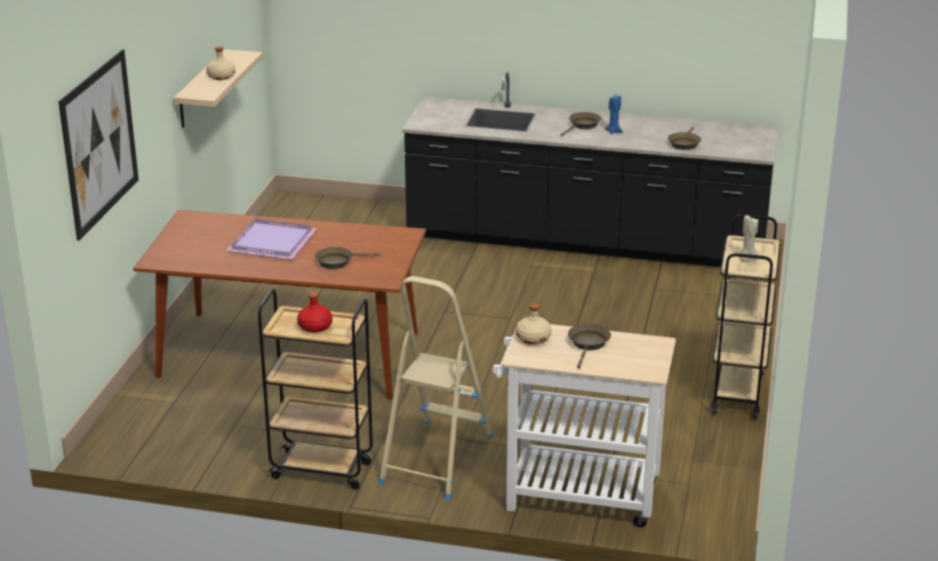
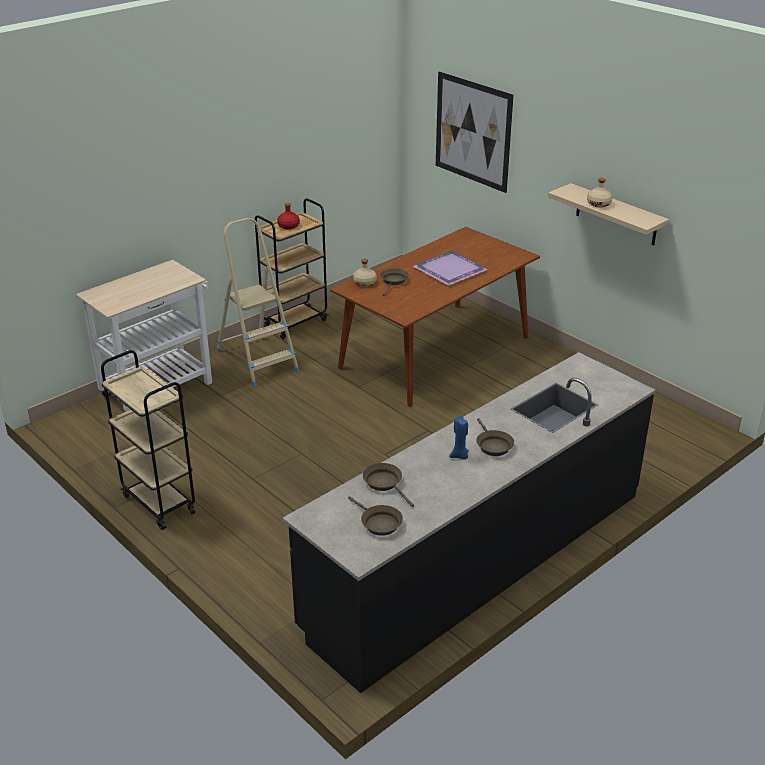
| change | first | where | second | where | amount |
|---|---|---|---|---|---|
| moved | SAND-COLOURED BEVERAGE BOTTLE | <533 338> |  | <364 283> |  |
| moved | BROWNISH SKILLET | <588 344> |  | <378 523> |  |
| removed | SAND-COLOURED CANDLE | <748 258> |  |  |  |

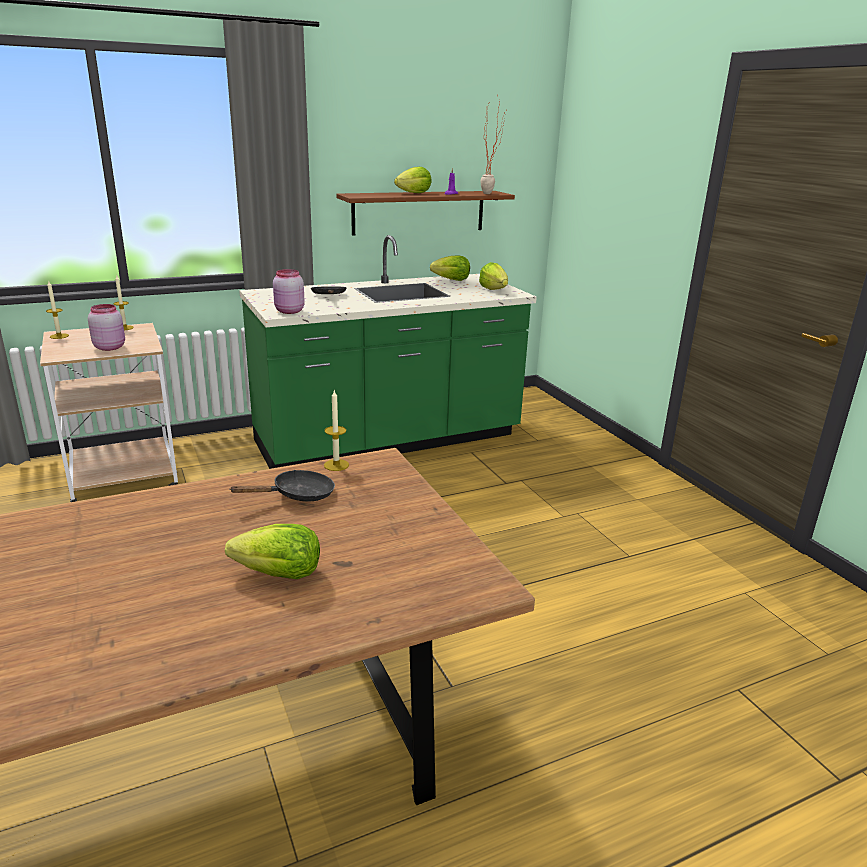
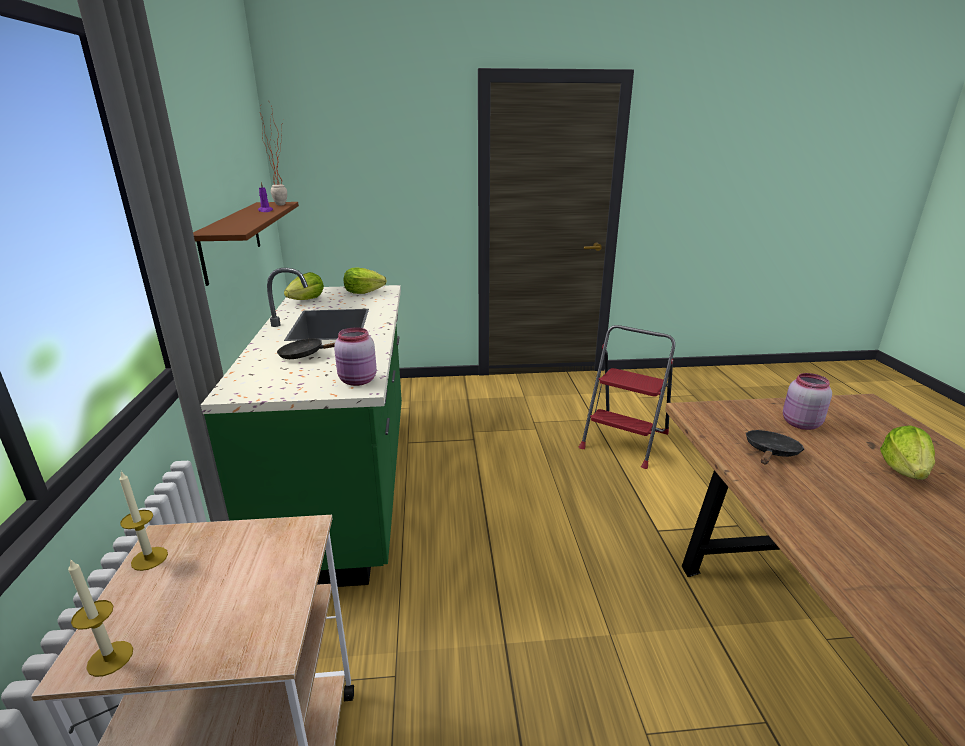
| change | first | where | second | where | amount |
|---|---|---|---|---|---|
| moved | PINKISH JAR | <109 347> |  | <799 424> |  |
| turned | BLACK SKILLET | <297 495> |  | <770 453> | 45 degrees clockwise |
| removed | CANDLE | <336 465> |  |  |  |
| removed | HEAD OF LETTUCE | <414 193> |  |  |  |
| added |  |  | REDDISH STEP STOOL | <626 439> |  |

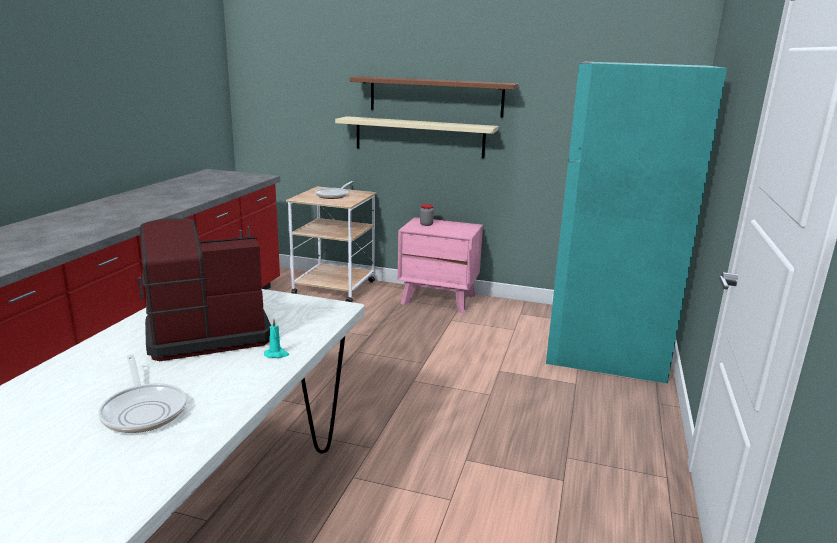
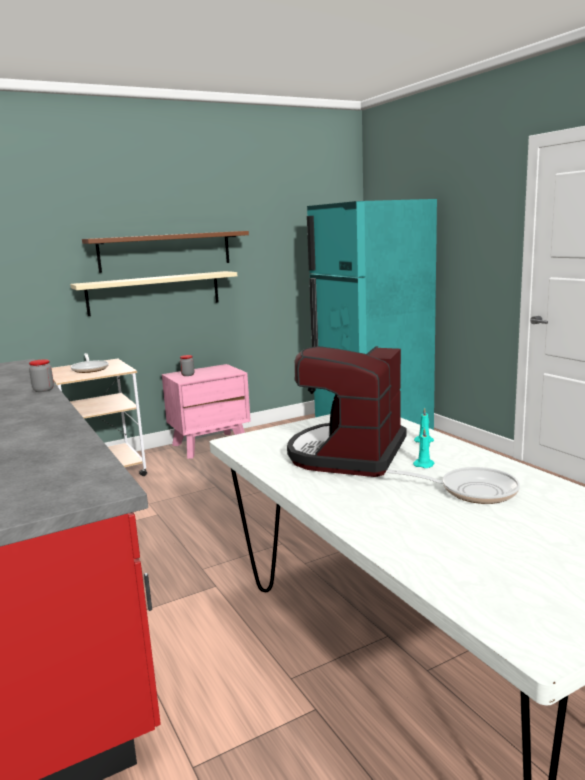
| change | first | where | second | where | amount |
|---|---|---|---|---|---|
| added |  |  | JAR | <43 390> |  |
| added |  |  | TURQUOISE CANDLE | <424 464> |  |

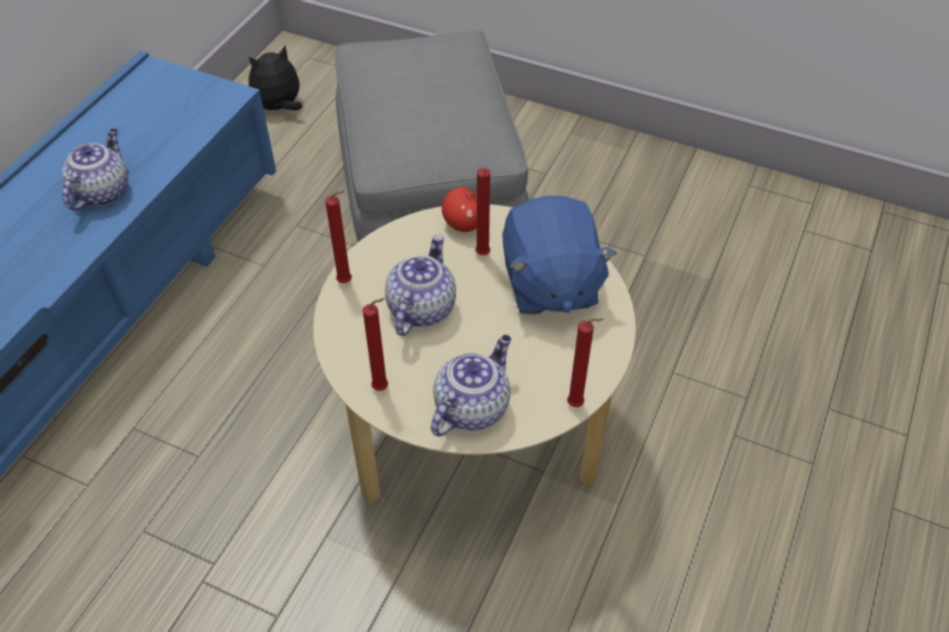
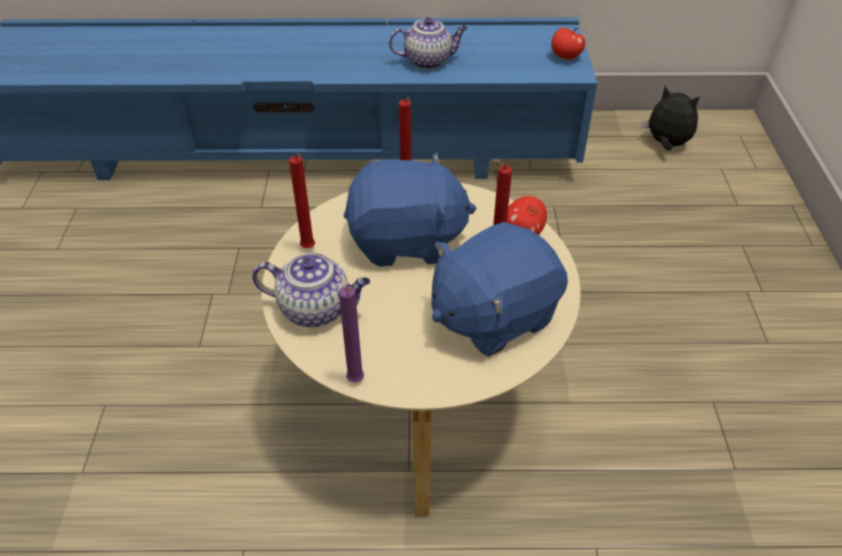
| change | first | where | second | where | amount |
|---|---|---|---|---|---|
| removed | GRAY POUFFE | <427 192> |  |  |  |
| replaced | POT FOR TEA | <420 308> | BLUE-COLOURED CUDDLY TOY | <407 241> |  |
| recoloured | REDDISH CANDLE | <578 405> | PURPLE CANDLE | <355 382> |  |
| added |  |  | WHOLE APPLE | <565 57> |  |

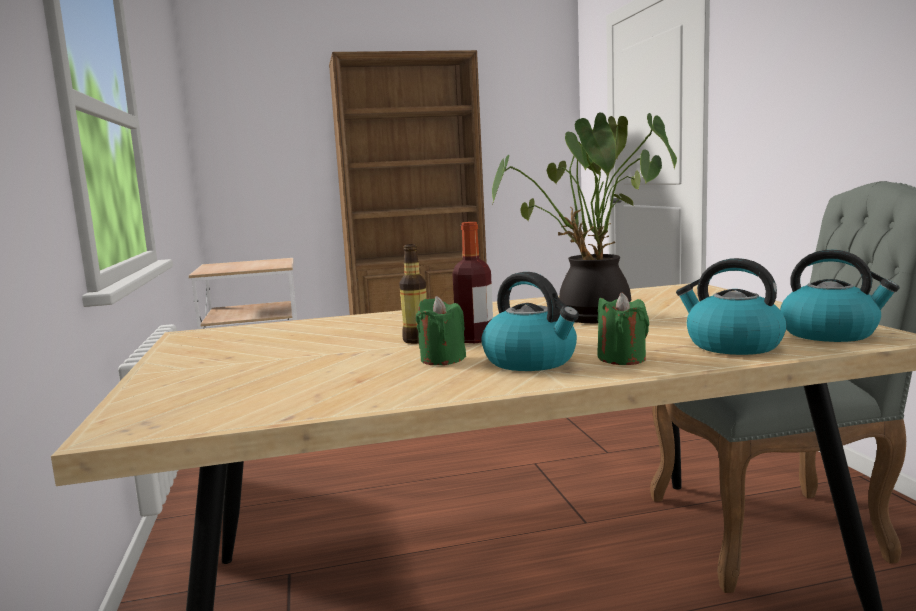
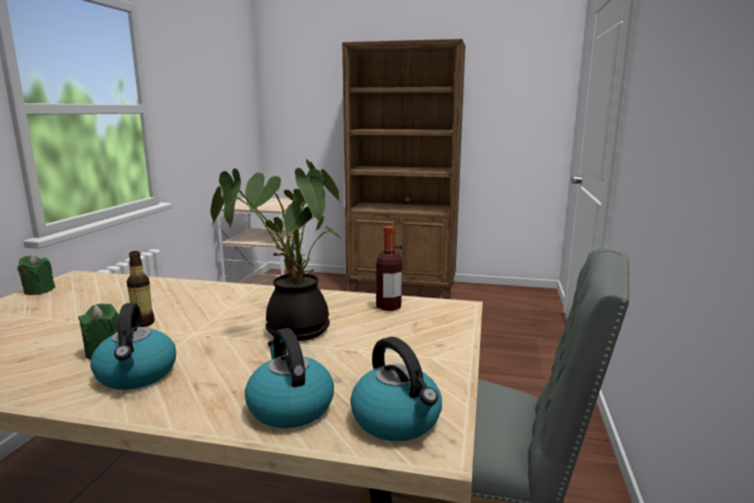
| change | first | where | second | where | amount |
|---|---|---|---|---|---|
| moved | BEVERAGE BOTTLE | <475 339> |  | <388 307> |  |
| moved | GREEN CANDLE | <622 359> |  | <39 290> |  |

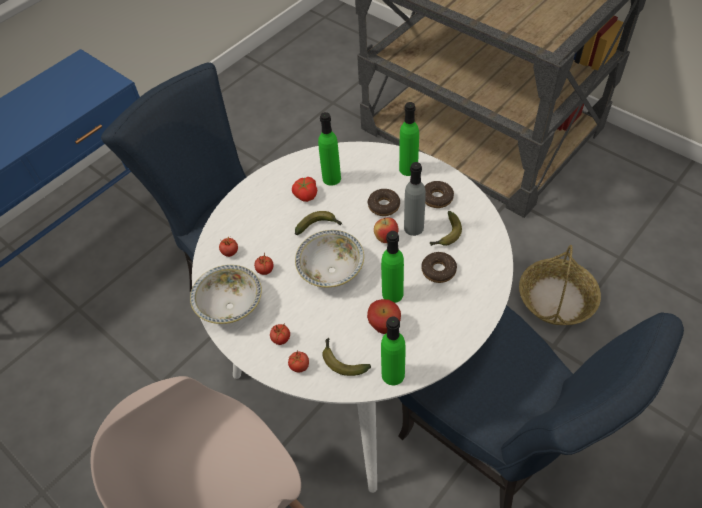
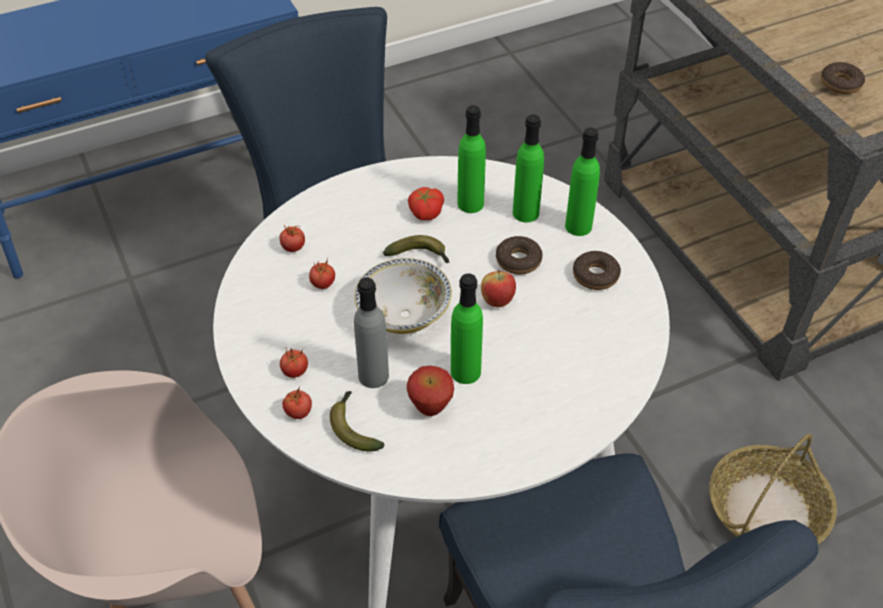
| change | first | where | second | where | amount |
|---|---|---|---|---|---|
| removed | BOWL | <230 306> |  |  |  |
| moved | GREEN BEVERAGE BOTTLE | <393 374> |  | <525 213> |  |
| moved | GRAY BEVERAGE BOTTLE | <413 227> |  | <373 376> |  |
| moved | RING DOUGHNUT | <438 270> |  | <840 84> |  |
| removed | BANANA | <446 235> |  |  |  |

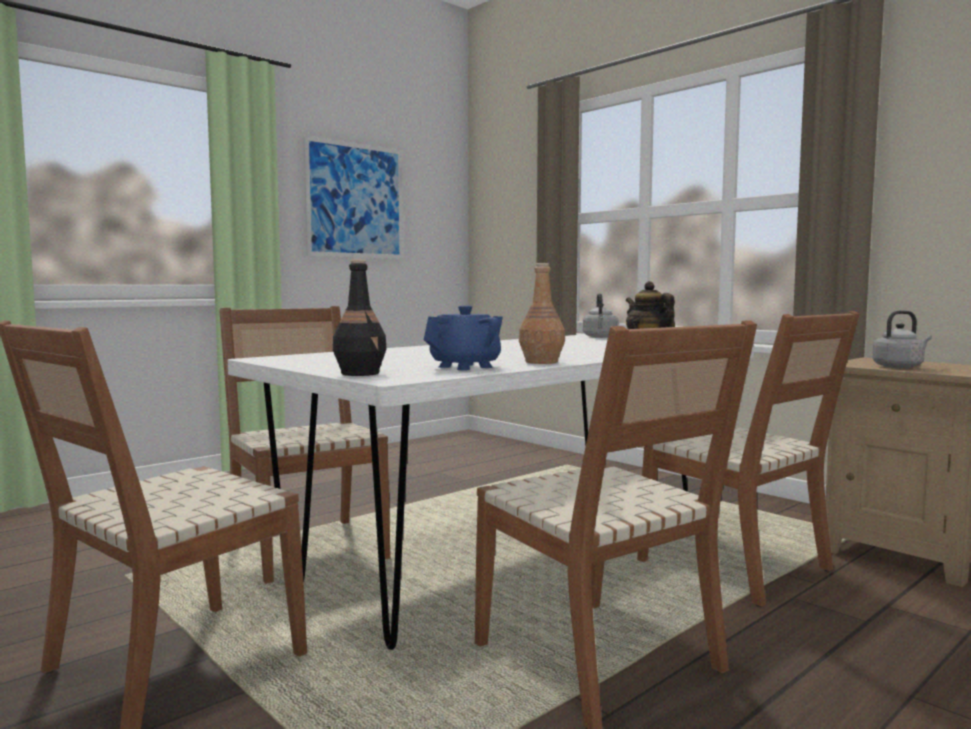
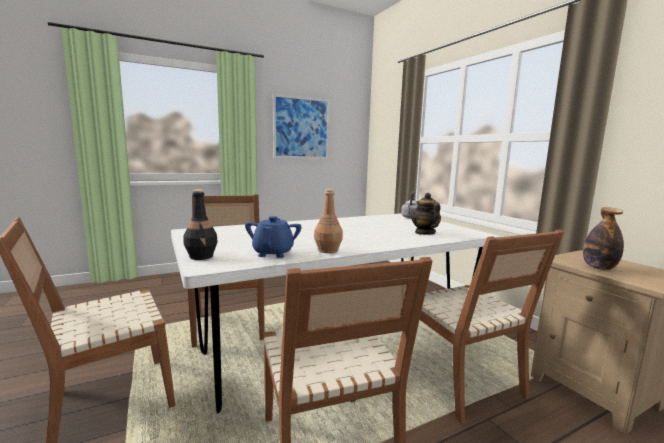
| change | first | where | second | where | amount |
|---|---|---|---|---|---|
| turned | BLUE-COLOURED POT FOR TEA | <466 367> |  | <273 253> | 60 degrees counterclockwise |
| replaced | GRAY KETTLE | <899 367> | BEVERAGE BOTTLE | <599 267> |  |

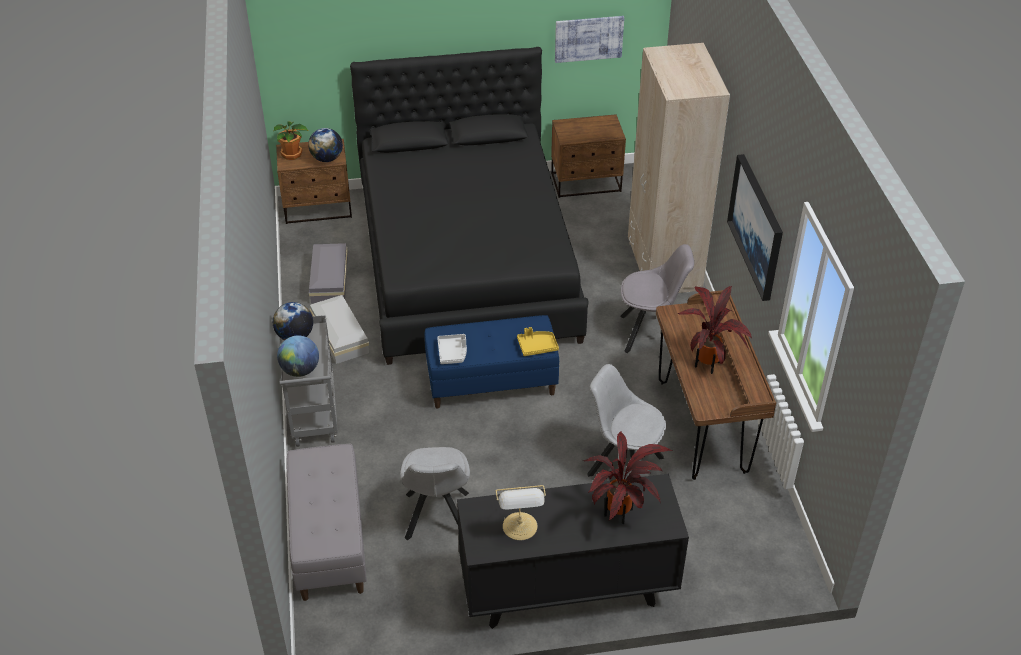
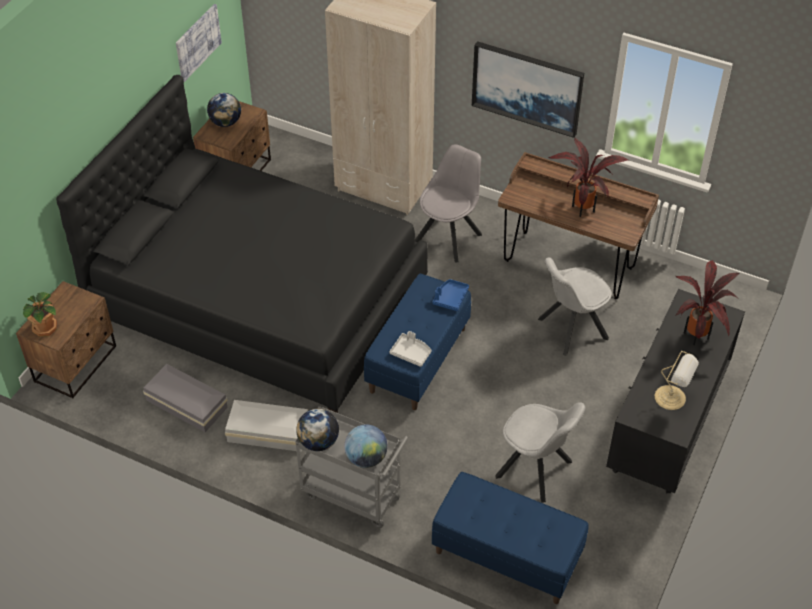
| change | first | where | second | where | amount |
|---|---|---|---|---|---|
| recoloured | GRAY INDOOR BENCH | <328 541> | BLUE-COLOURED INDOOR BENCH | <506 556> |  |
| moved | GLOBE | <327 159> |  | <226 122> |  |
| recoloured | YELLOW TRAY | <537 346> | BLUE-COLOURED TRAY | <450 298> |  |

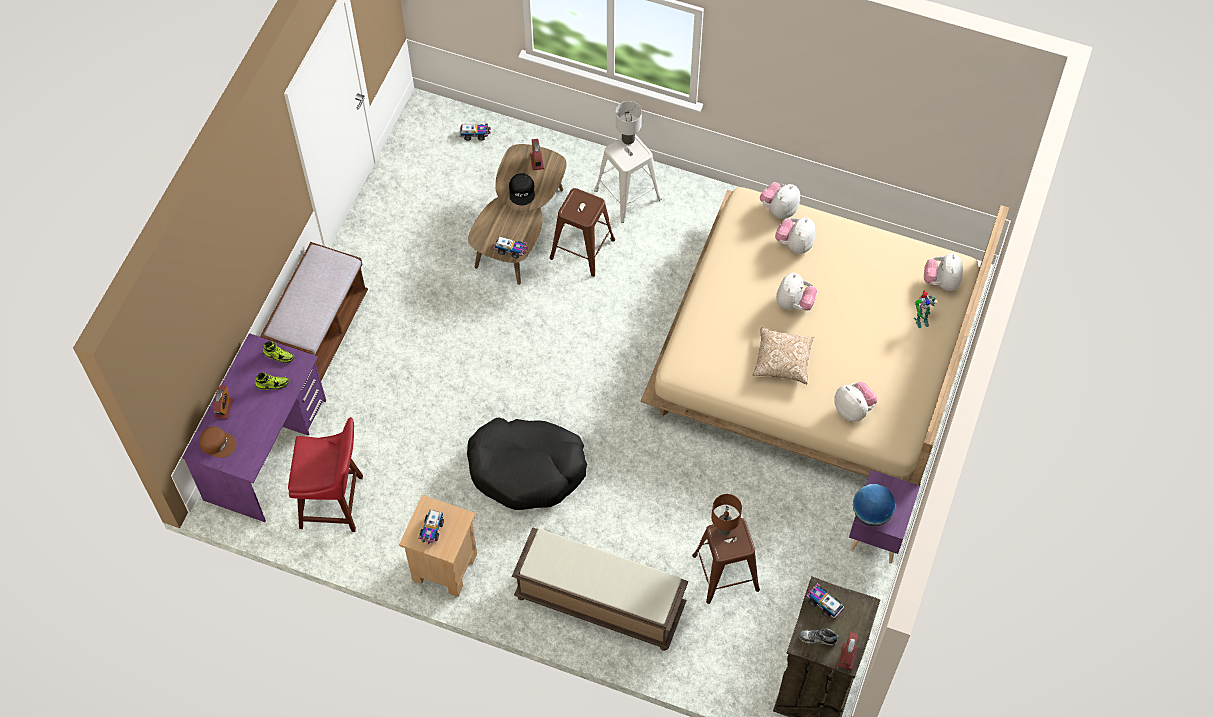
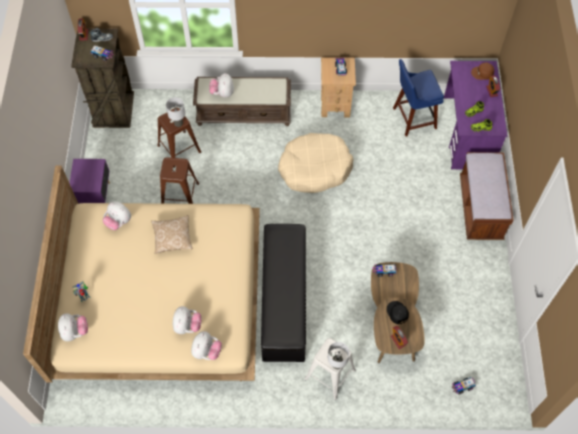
| change | first | where | second | where | amount |
|---|---|---|---|---|---|
| recoloured | REDDISH CHAIR | <335 502> | BLUE-COLOURED CHAIR | <412 118> |  |
| recoloured | BLACK PET BED | <526 469> | SAND-COLOURED PET BED | <314 168> |  |
| moved | BROWNISH STOOL SEAT | <582 249> |  | <180 195> |  |
| recoloured | BROWNISH LAMP FOR A TABLE | <725 530> | WHITISH LAMP FOR A TABLE | <178 123> |  |
| moved | CUDDLY TOY | <794 303> |  | <222 93> |  |
| removed | GLOBE | <871 513> |  |  |  |
| added |  |  | BLACK INDOOR BENCH | <283 298> |  |

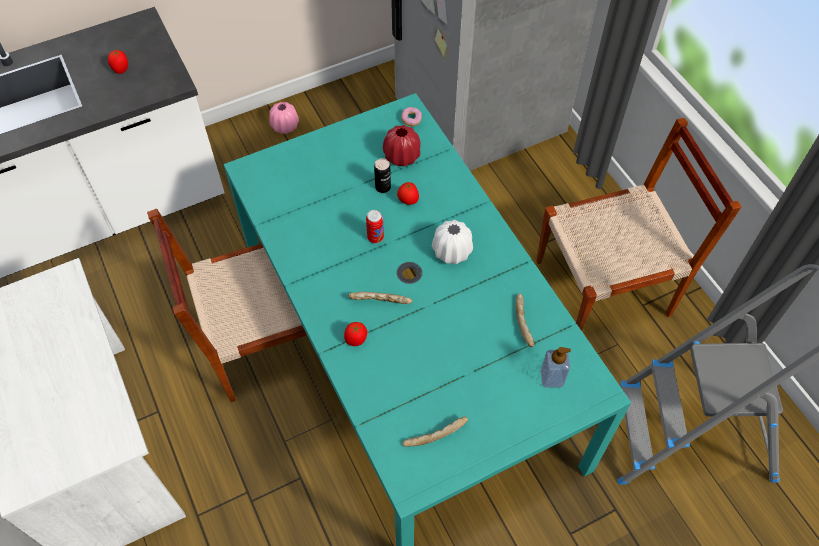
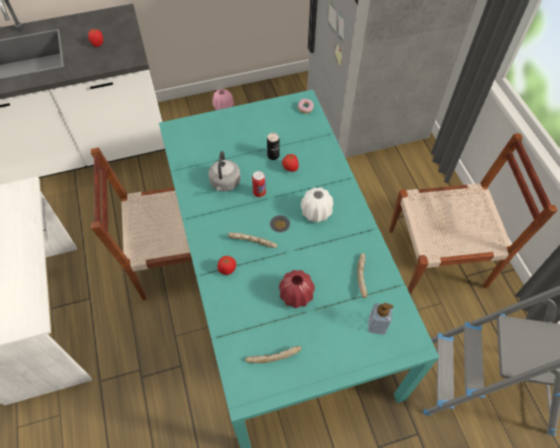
| change | first | where | second | where | amount |
|---|---|---|---|---|---|
| moved | REDDISH FLOWER VASE | <402 156> |  | <296 295> |  |
| added |  |  | GRAY KETTLE | <225 183> |  |

